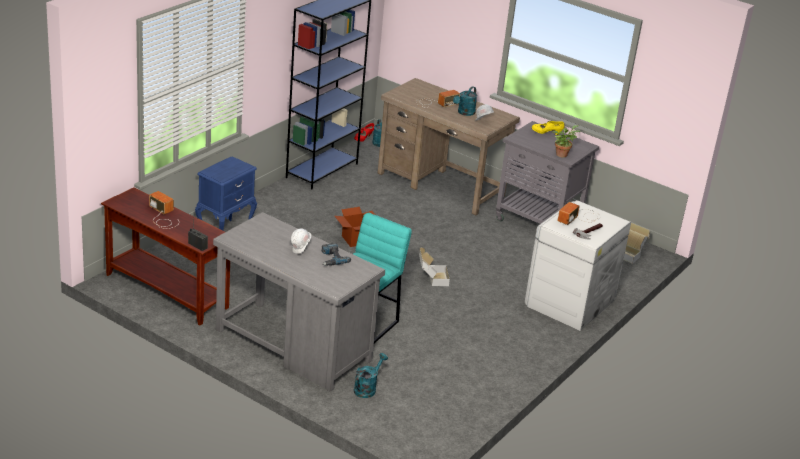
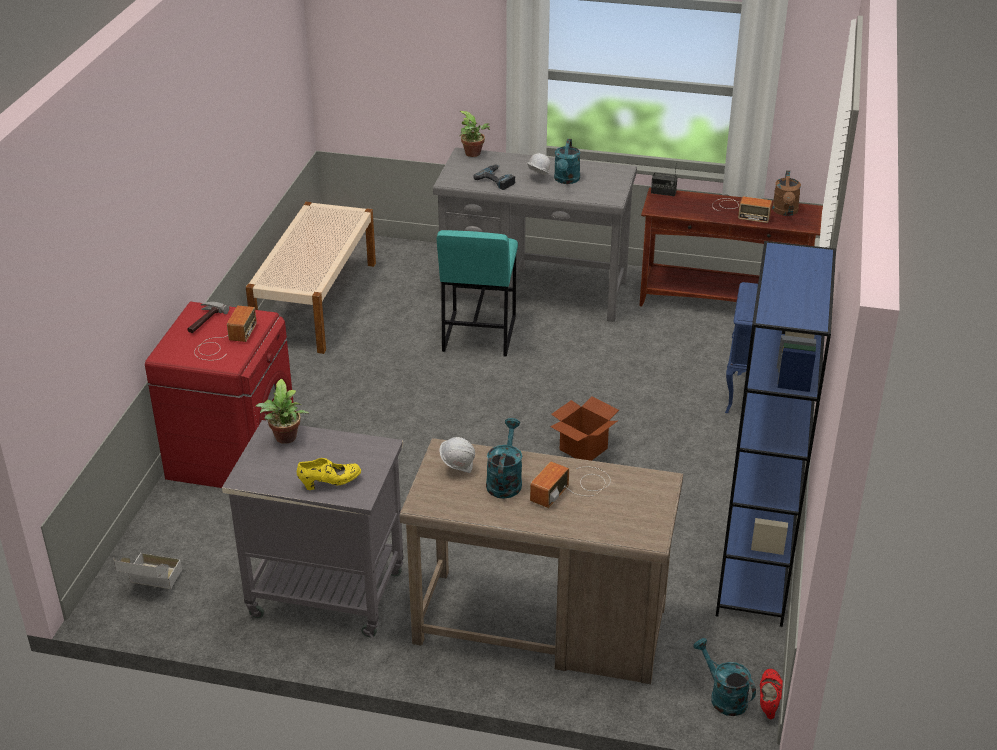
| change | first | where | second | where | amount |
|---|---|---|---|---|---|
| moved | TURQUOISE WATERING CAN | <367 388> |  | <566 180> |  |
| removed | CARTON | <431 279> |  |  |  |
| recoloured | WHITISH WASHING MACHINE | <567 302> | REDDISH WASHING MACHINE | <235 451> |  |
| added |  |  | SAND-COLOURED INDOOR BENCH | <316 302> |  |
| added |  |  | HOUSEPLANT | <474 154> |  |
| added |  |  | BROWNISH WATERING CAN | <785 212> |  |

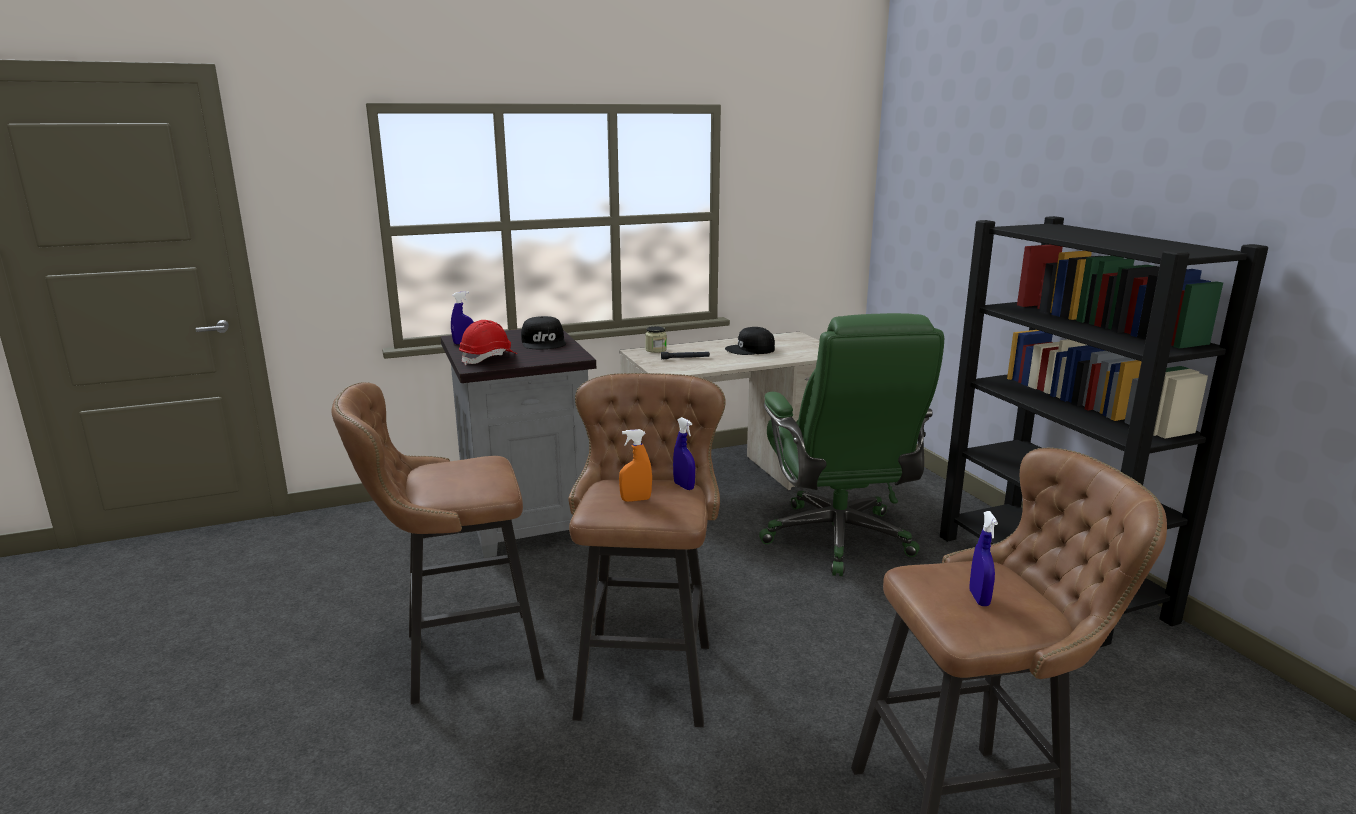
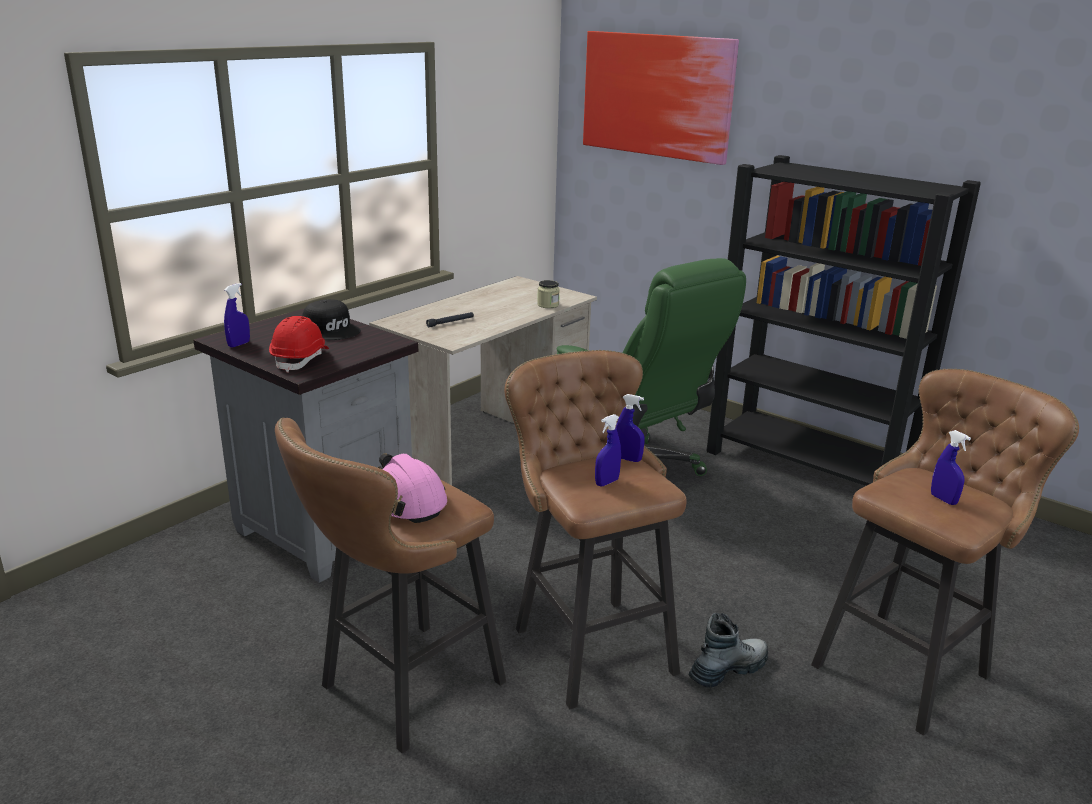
| change | first | where | second | where | amount |
|---|---|---|---|---|---|
| recoloured | ORANGEY HAND SPRAYER | <636 499> | BLUE-COLOURED HAND SPRAYER | <606 482> |  |
| moved | JAR | <656 350> |  | <548 305> |  |
| removed | BLACK BASEBALL CAP | <750 349> |  |  |  |
| added |  |  | PINKISH SAFETY HELMET | <406 501> |  |
| added |  |  | WALL ART | <657 95> |  |
| added |  |  | HIGH-TOP BOOT | <728 670> |  |

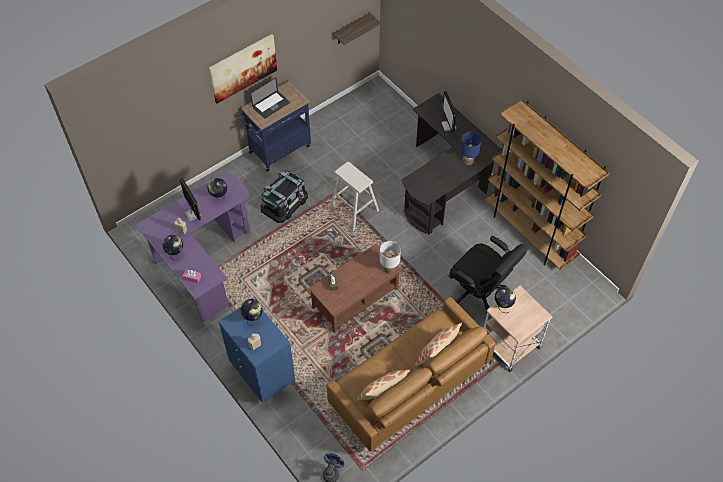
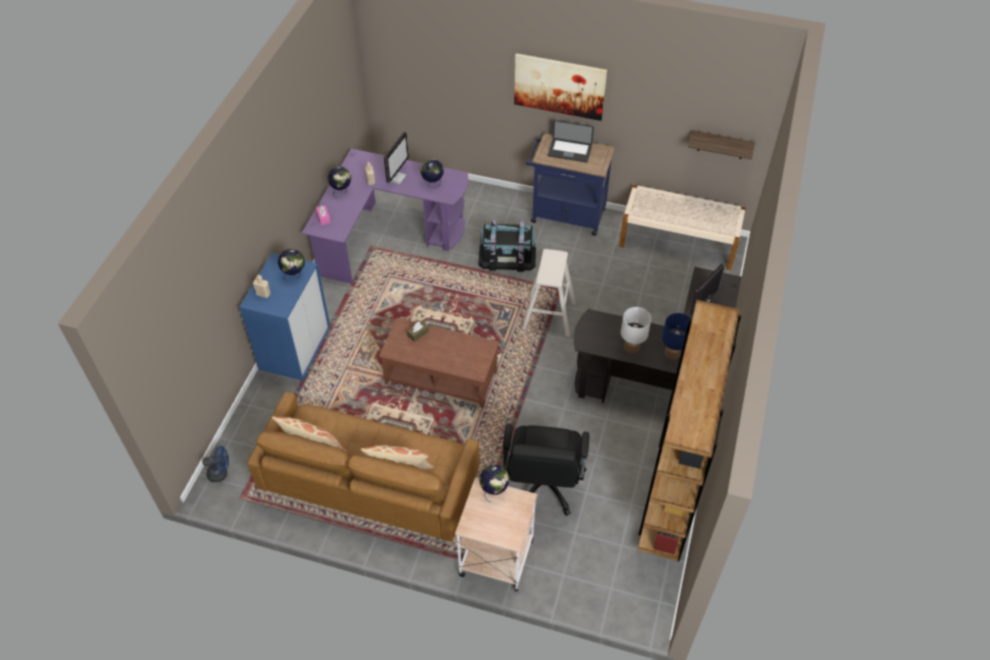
| change | first | where | second | where | amount |
|---|---|---|---|---|---|
| moved | WHITISH LAMP FOR A TABLE | <389 269> |  | <631 347> |  |
| added |  |  | SAND-COLOURED INDOOR BENCH | <678 241> |  |

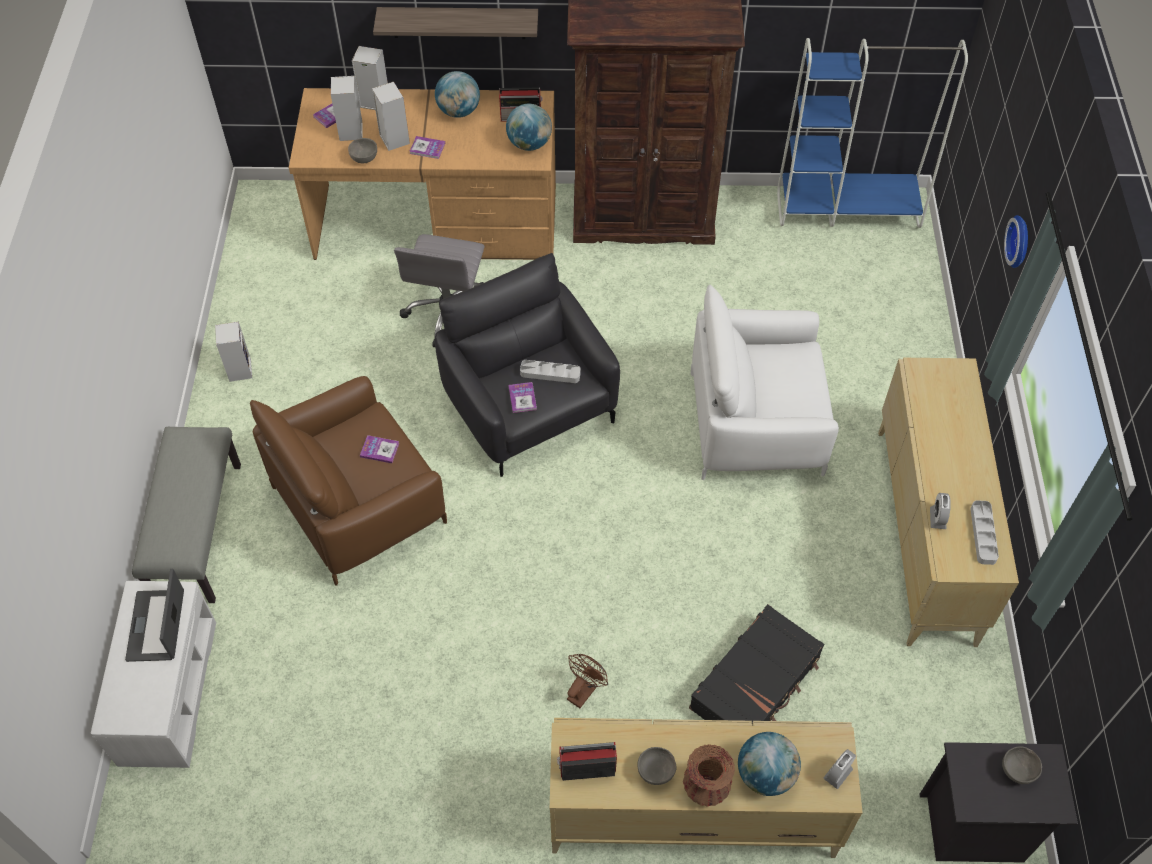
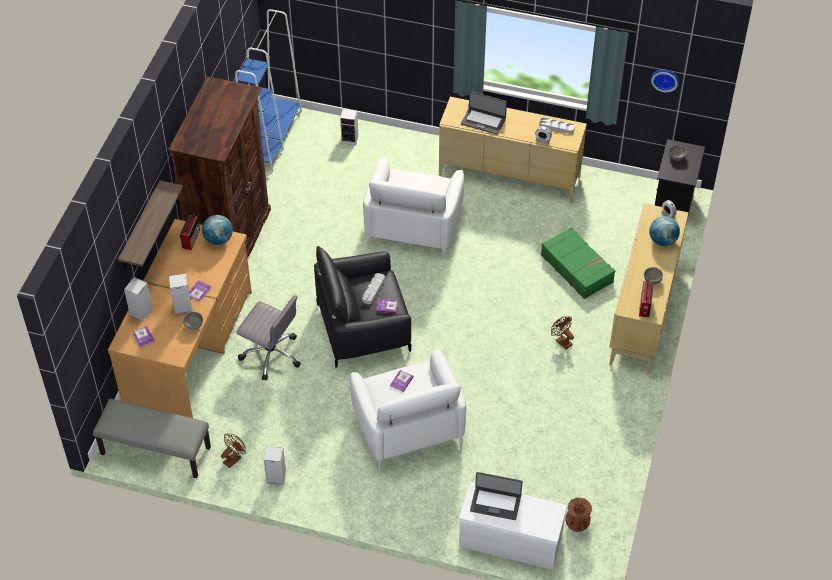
| change | first | where | second | where | amount |
|---|---|---|---|---|---|
| moved | GRAY INDOOR BENCH | <197 531> |  | <155 451> |  |
| recoloured | BROWNISH EASY CHAIR | <359 504> | WHITISH EASY CHAIR | <407 425> |  |
| moved | SPEAKER | <351 132> |  | <350 139> |  |
| removed | GLOBE | <458 111> |  |  |  |
| moved | BROWNISH FLOWER VASE | <705 788> |  | <577 524> |  |
| recoloured | BLACK SUITCASE | <756 683> | GREEN SUITCASE | <577 268> |  |
| moved | CLOCK ON THE WALL | <1021 241> |  | <665 78> |  |
| added |  |  | BROWNISH ELECTRIC FAN | <234 458> |  |
| added |  |  | PORTABLE COMPUTER | <483 121> |  |

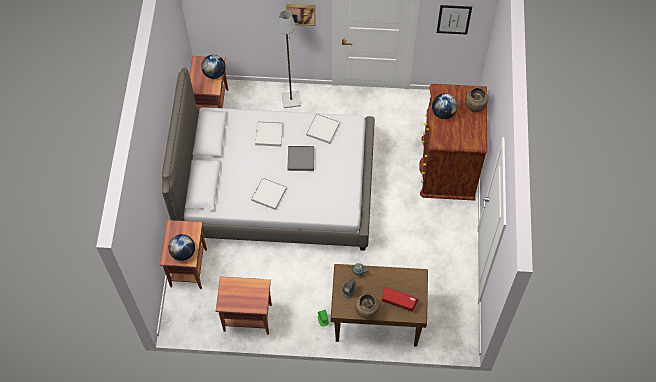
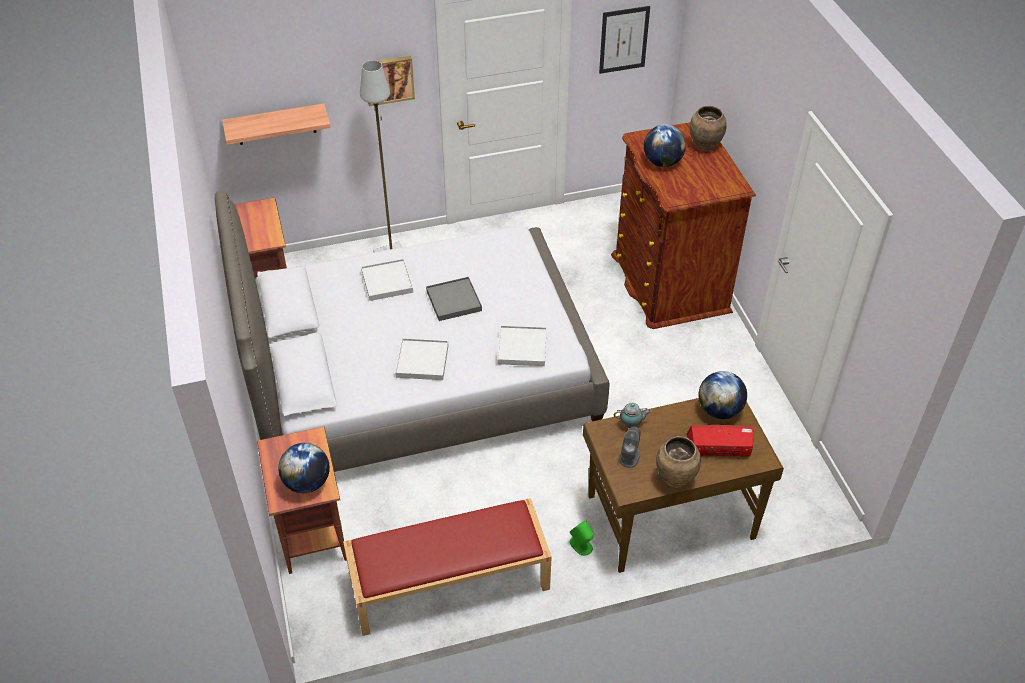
| change | first | where | second | where | amount |
|---|---|---|---|---|---|
| moved | GLOBE | <214 73> |  | <719 410> |  |
| replaced | NIGHTSTAND | <247 318> | REDDISH INDOOR BENCH | <448 583> |  |
| moved | WHITISH TRAY | <323 129> |  | <522 348> |  |
| added |  |  | SHELF | <276 124> |  |

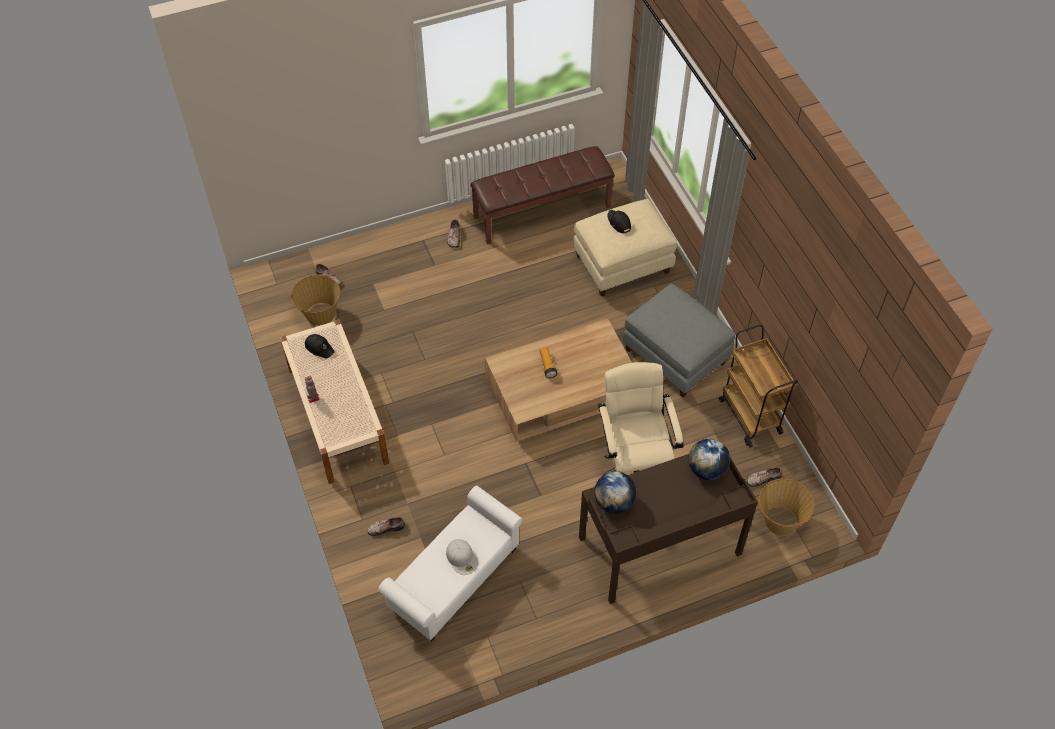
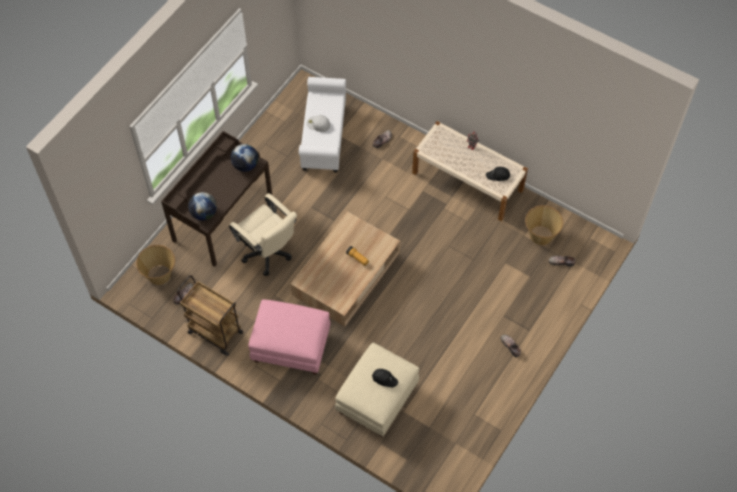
| change | first | where | second | where | amount |
|---|---|---|---|---|---|
| removed | BROWNISH INDOOR BENCH | <542 211> |  |  |  |
| recoloured | GRAY POUFFE | <676 356> | PINKISH POUFFE | <290 347> |  |

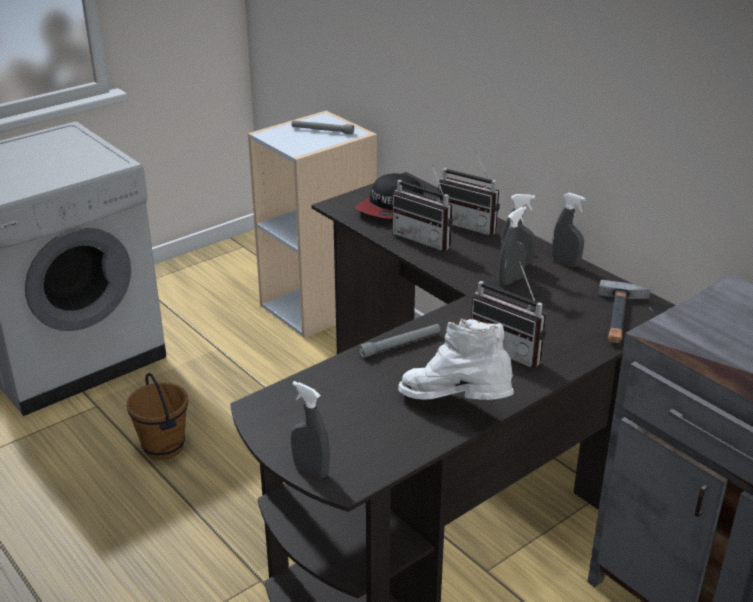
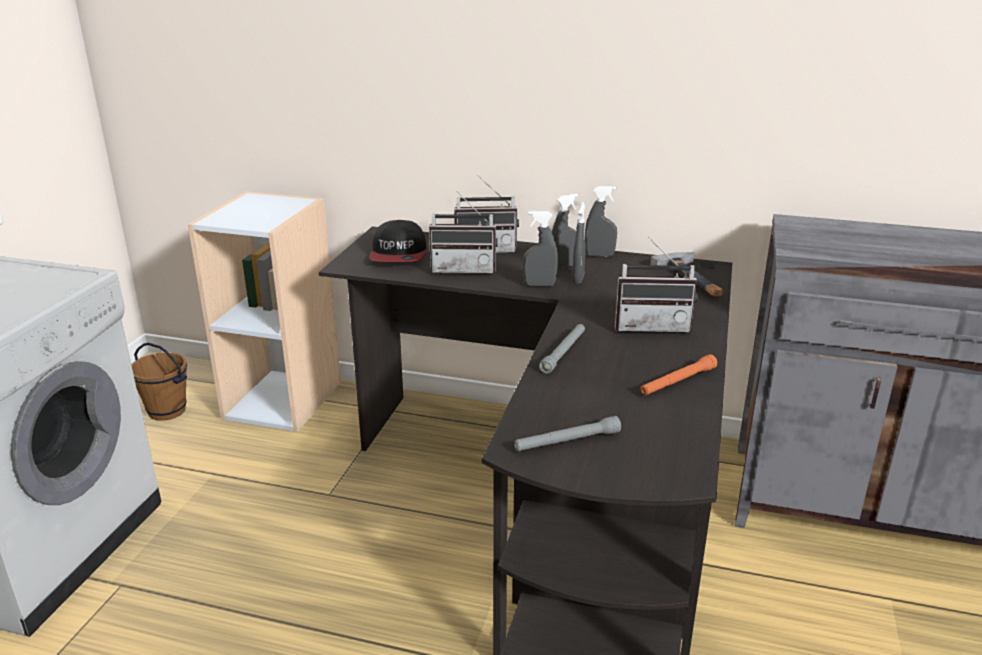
| change | first | where | second | where | amount |
|---|---|---|---|---|---|
| moved | BROWNISH PAIL | <164 447> |  | <167 411> |  |
| moved | GRAY FLASHLIGHT | <322 131> |  | <567 441> |  |
| moved | GRAY HAND SPRAYER | <311 469> |  | <539 285> |  |
| replaced | WHITISH HIGH-TOP BOOT | <456 407> | ORANGEY FLASHLIGHT | <677 382> |  |

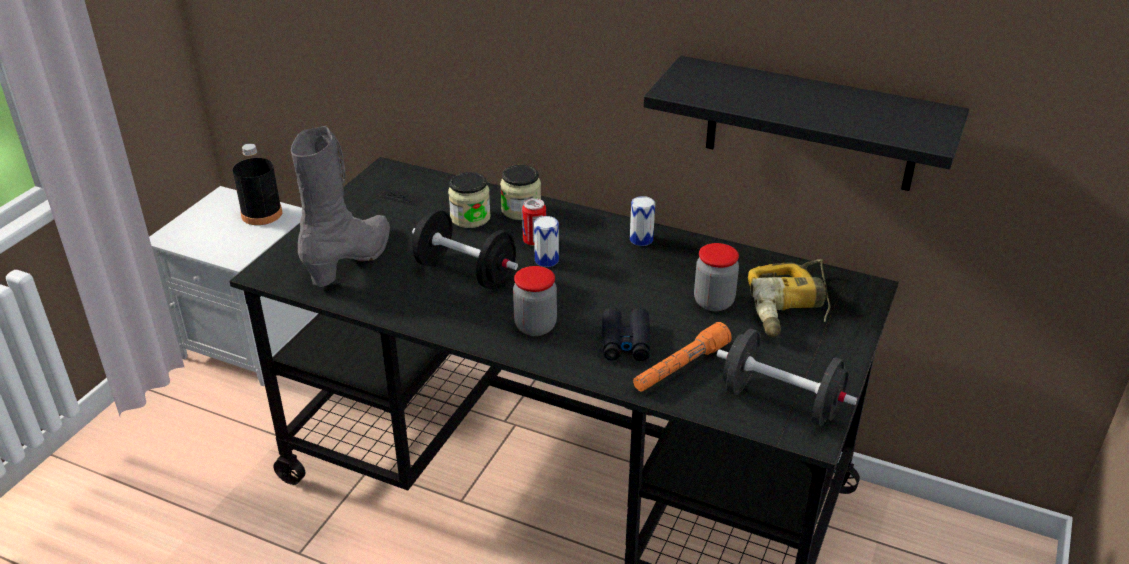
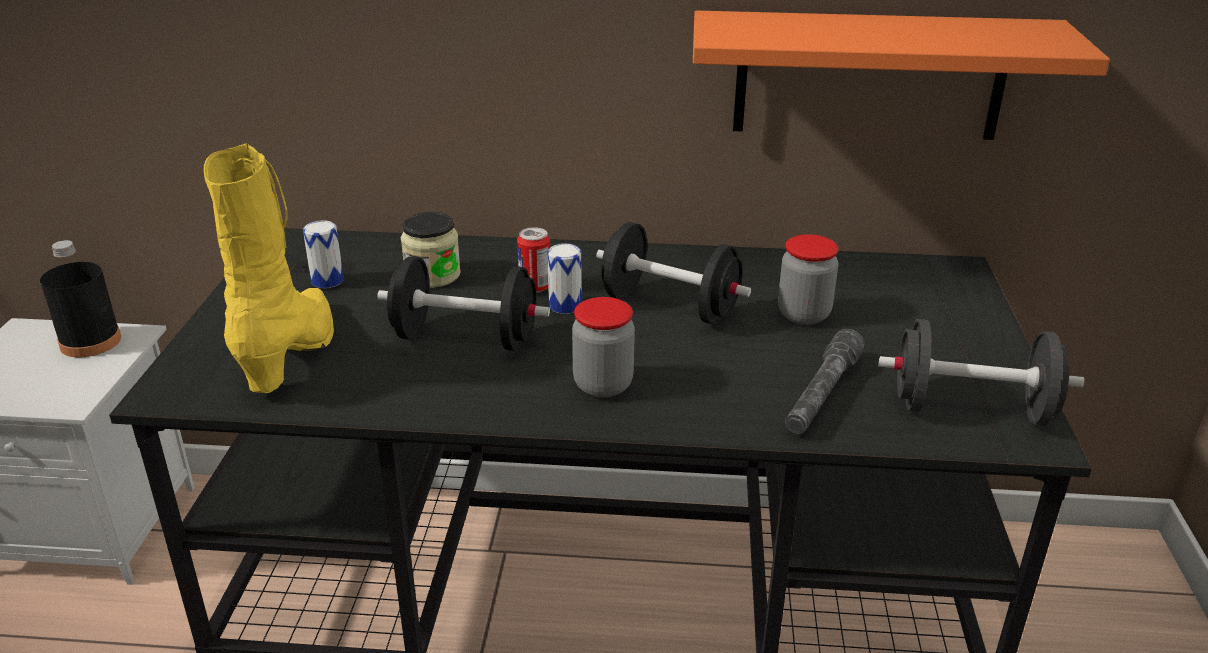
| change | first | where | second | where | amount |
|---|---|---|---|---|---|
| recoloured | GRAY HIGH-TOP BOOT | <351 261> | YELLOW HIGH-TOP BOOT | <293 354> |  |
| removed | JAR | <521 210> |  |  |  |
| removed | BLACK PAIR OF BINOCULARS | <625 342> |  |  |  |
| moved | METAL CAN | <641 239> |  | <327 280> |  |
| recoloured | ORANGEY FLASHLIGHT | <680 367> | GRAY FLASHLIGHT | <821 395> |  |
| recoloured | BLACK SHELF | <811 124> | ORANGEY SHELF | <869 76> |  |
| removed | ELECTRIC DRILL | <790 307> |  |  |  |
| added |  |  | BLACK DUMBBELL | <669 306> |  |

